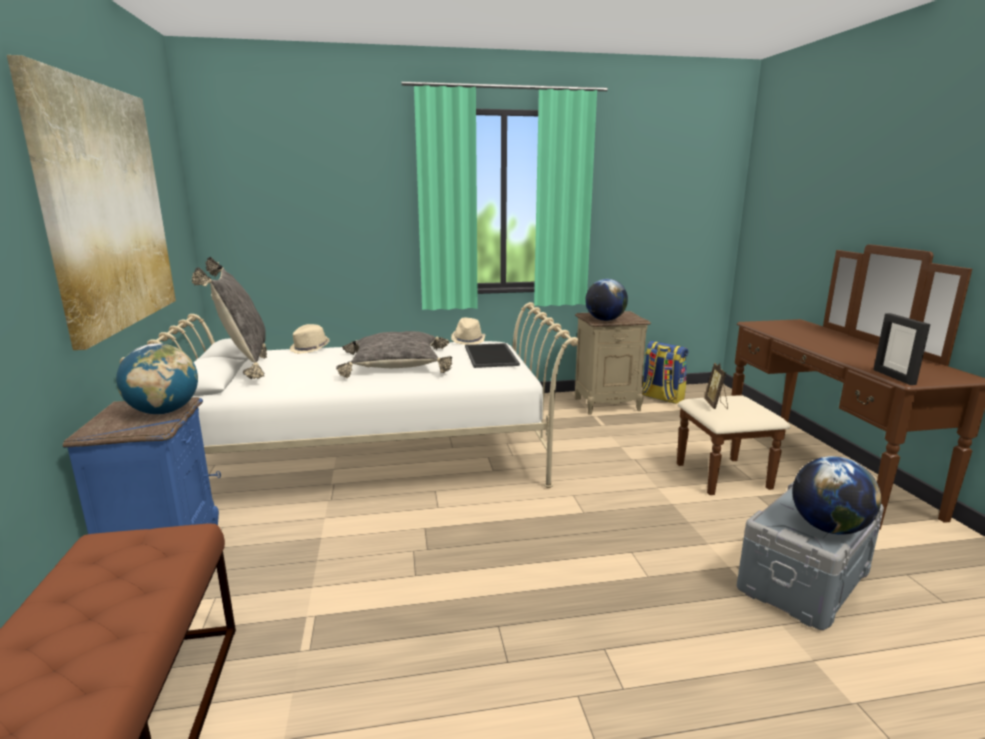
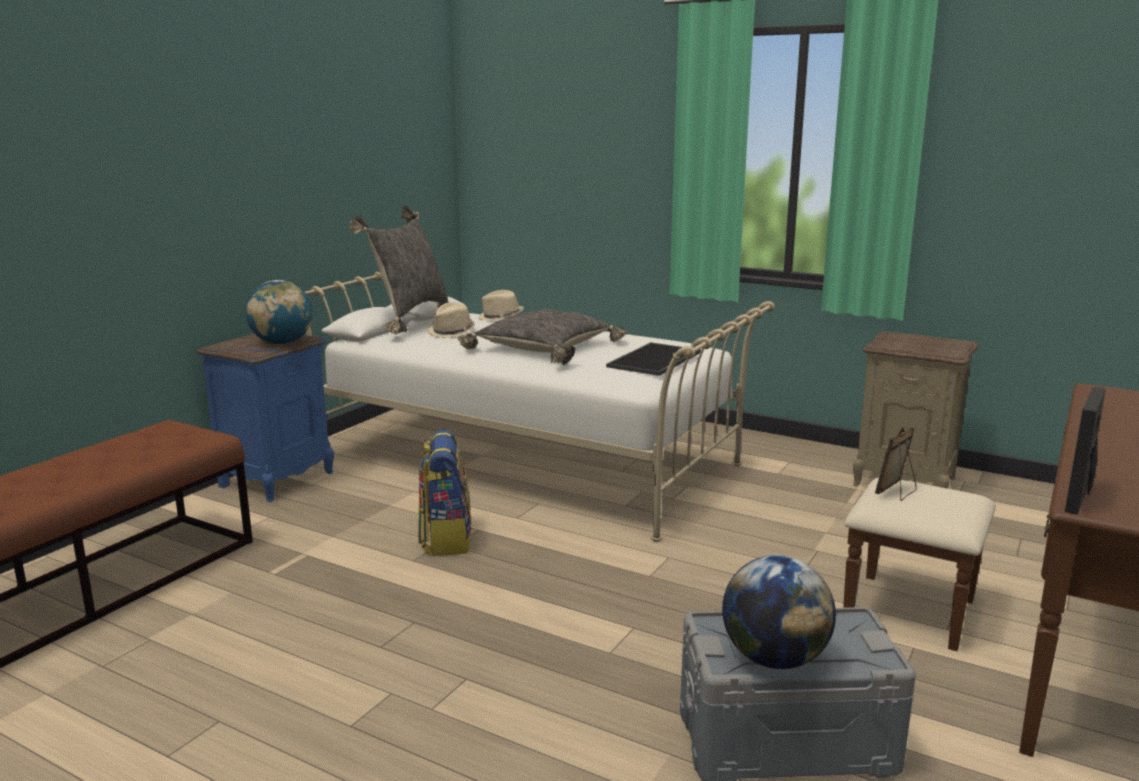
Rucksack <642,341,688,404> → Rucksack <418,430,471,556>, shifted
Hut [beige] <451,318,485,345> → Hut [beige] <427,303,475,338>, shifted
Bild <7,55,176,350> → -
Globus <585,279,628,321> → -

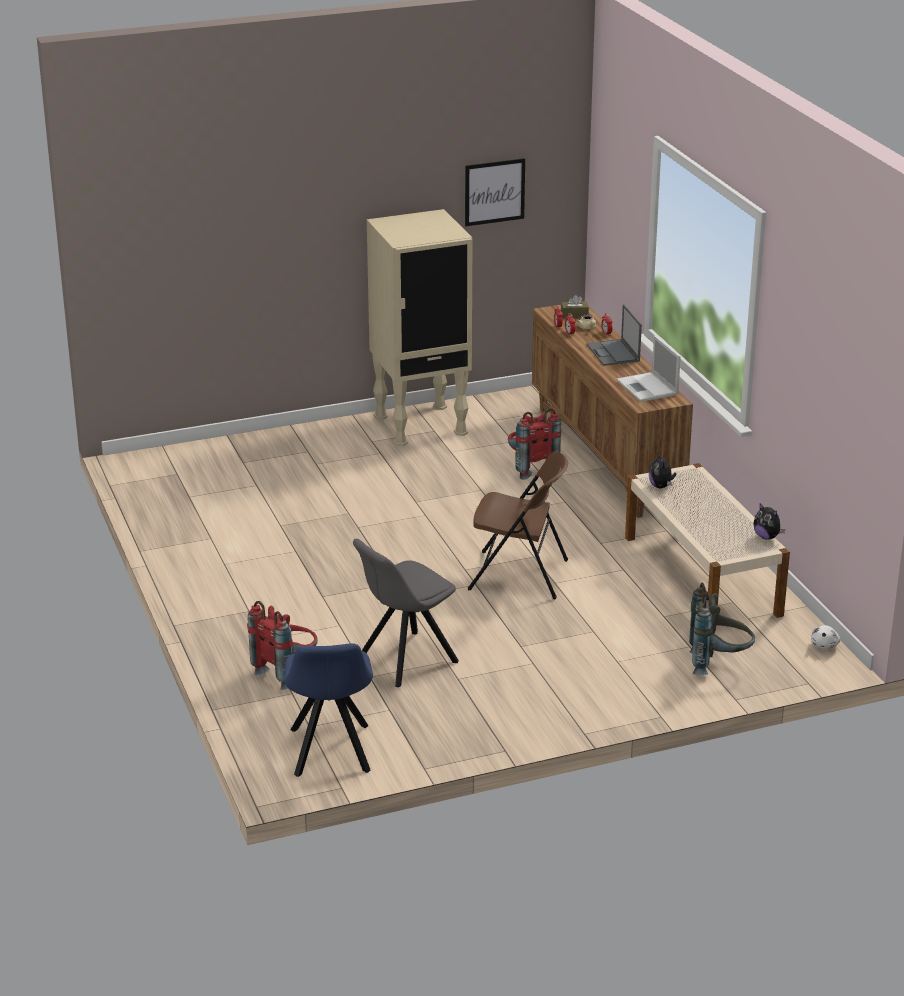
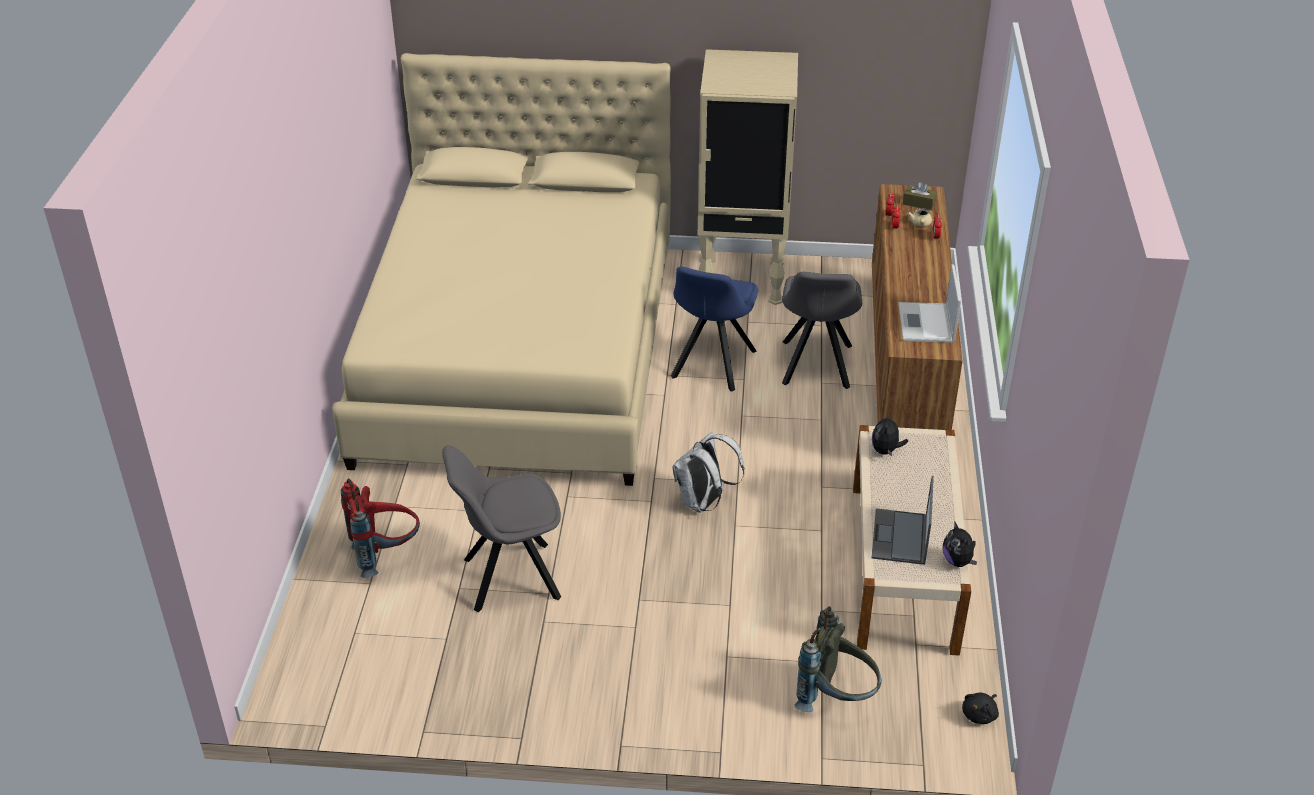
- → Bett [beige] <332,53,671,486>
Stuhl [blau] <284,643,373,777> → Stuhl [blau] <671,266,758,391>, shifted
Stuhl [braun] <468,452,568,600> → Rucksack [weiß] <673,432,744,513>
Rucksack [rot] <508,408,562,480> → Stuhl [grau] <782,272,862,389>
Laptop <587,304,642,366> → Laptop <872,476,934,565>, shifted
Plüschtier [weiß] <811,625,840,649> → Plüschtier [schwarz] <962,693,999,724>
Bild <465,158,525,226> → -

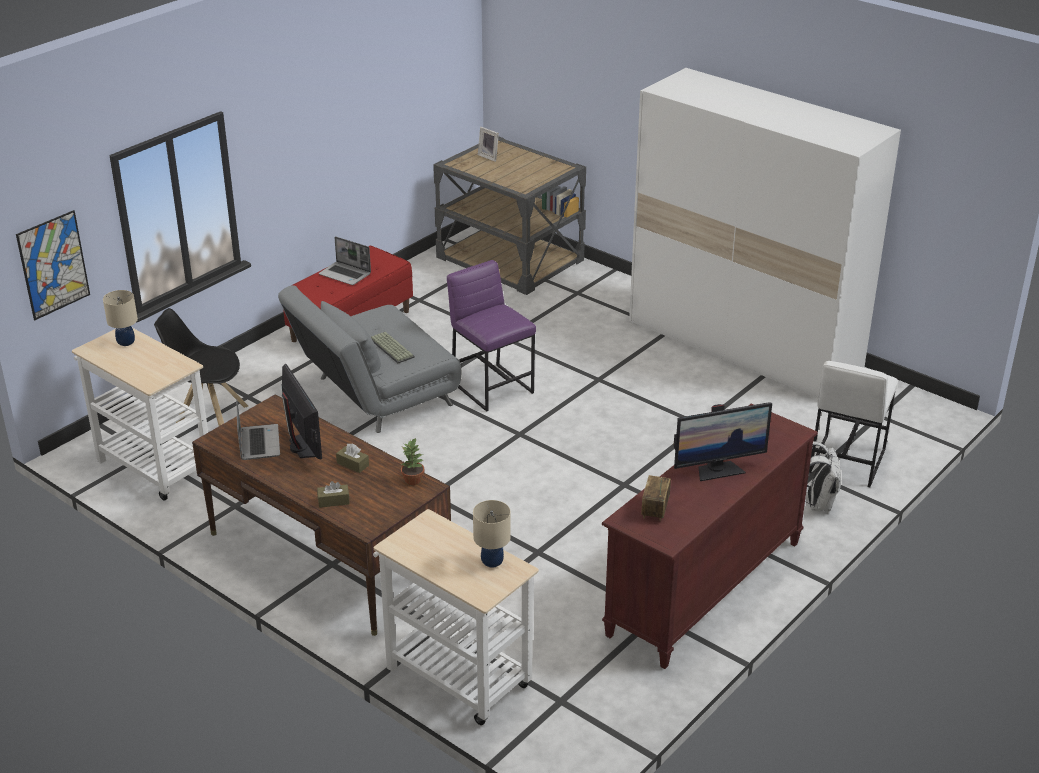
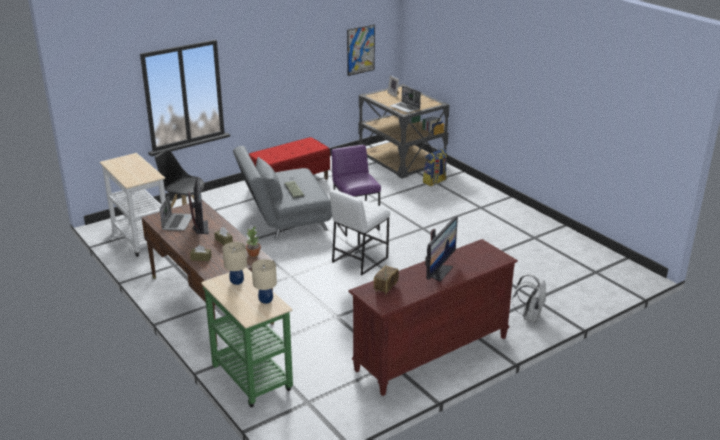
Rollwagen [weiß] <373,509,539,725> → Rollwagen [grün] <201,267,293,408>
Tischlampe [beige] <103,290,138,346> → Tischlampe [beige] <222,242,247,285>, shifted
Stuhl [weiß] <809,361,898,487> → Stuhl [weiß] <329,190,390,275>, shifted
Bild <16,210,90,320> → Bild <347,24,375,76>, shifted
Laptop <319,236,371,285> → Laptop <390,86,421,113>, shifted
- → Rucksack <423,149,447,186>
Monitor <674,402,772,481> → Monitor <425,216,458,282>, 60 degrees counterclockwise
Kleiderschrank [weiß] <629,68,901,398> → -

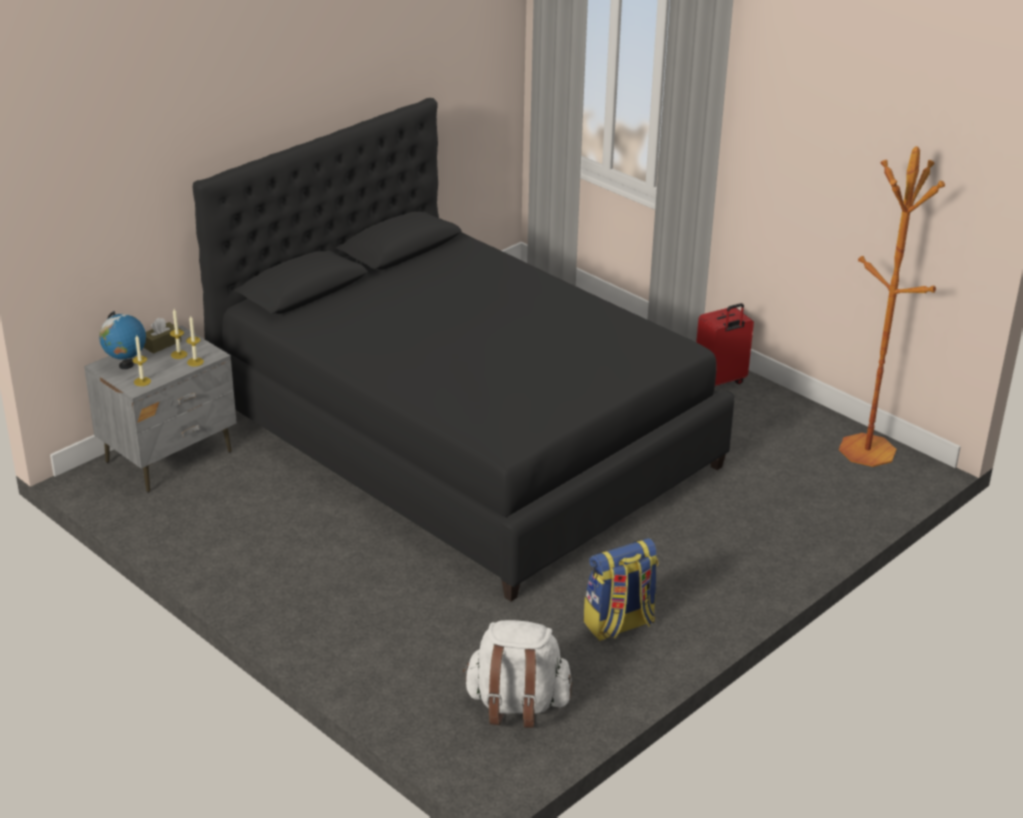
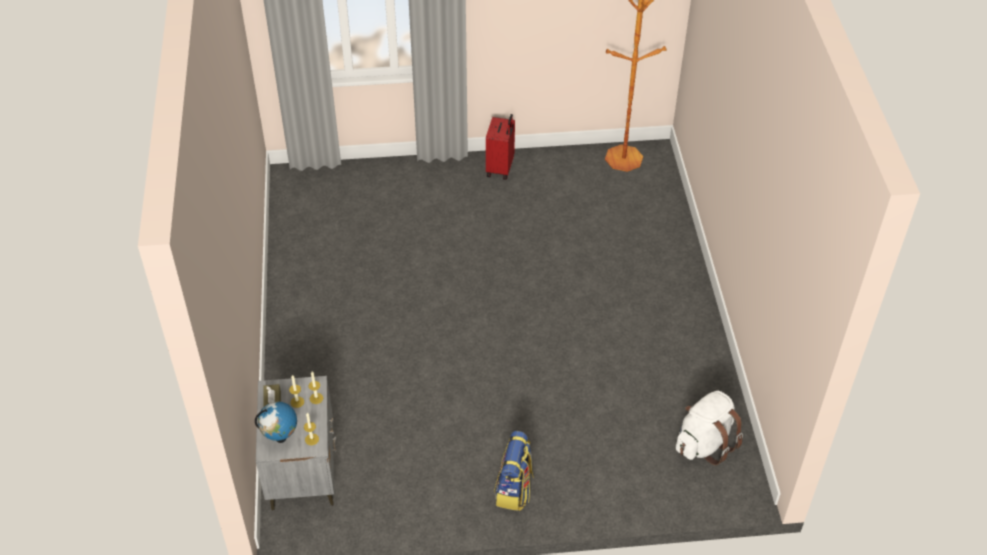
Rucksack <584,538,658,641> → Rucksack <494,431,534,511>, shifted
Bett [schwarz] <193,98,735,601> → -

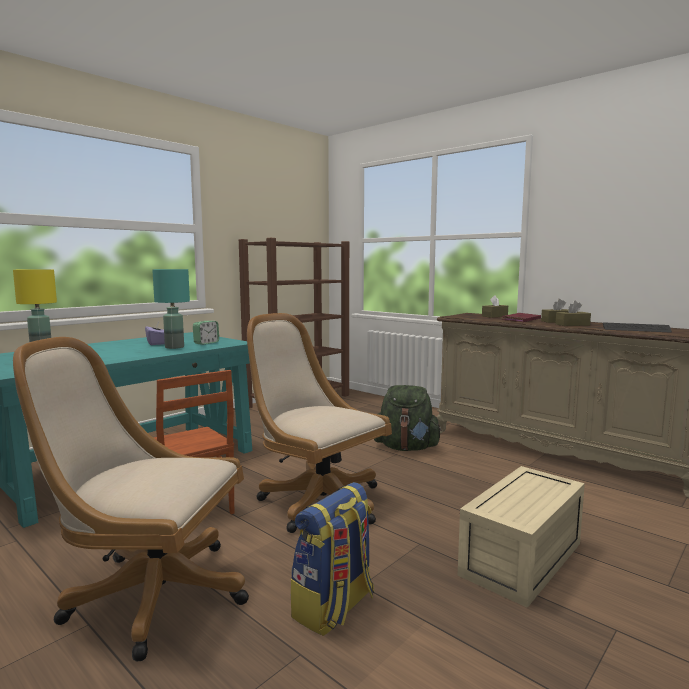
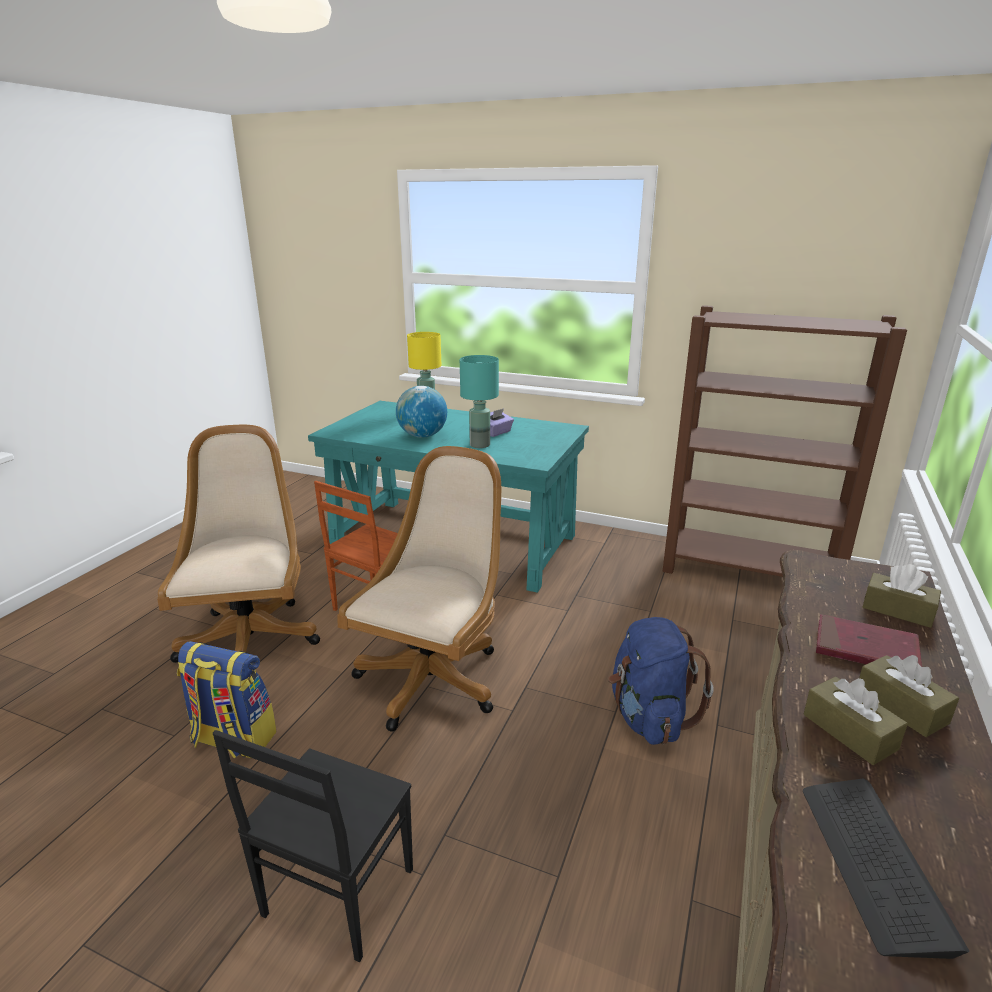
Aufbewahrungsbox [beige] <457,466,585,608> → Stuhl [schwarz] <213,730,413,962>
- → Globus <396,386,447,438>
Rucksack [grün] <374,385,442,451> → Rucksack [blau] <608,617,714,745>
Wecker <193,321,219,345> → -

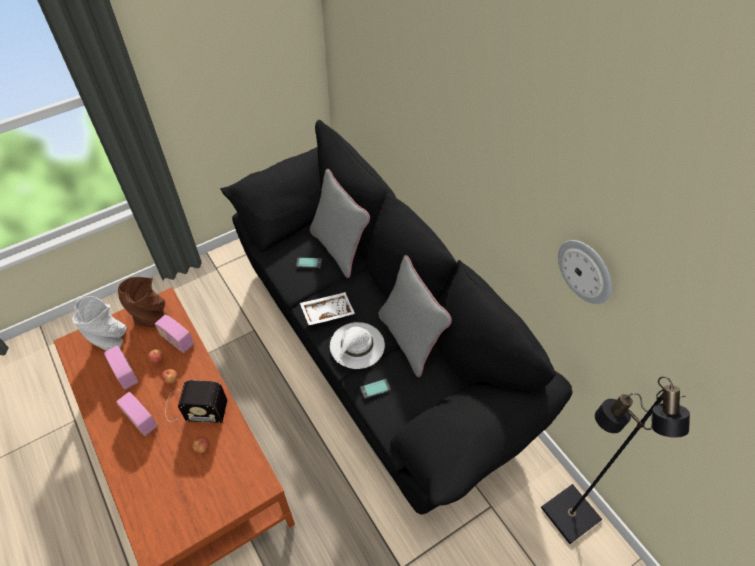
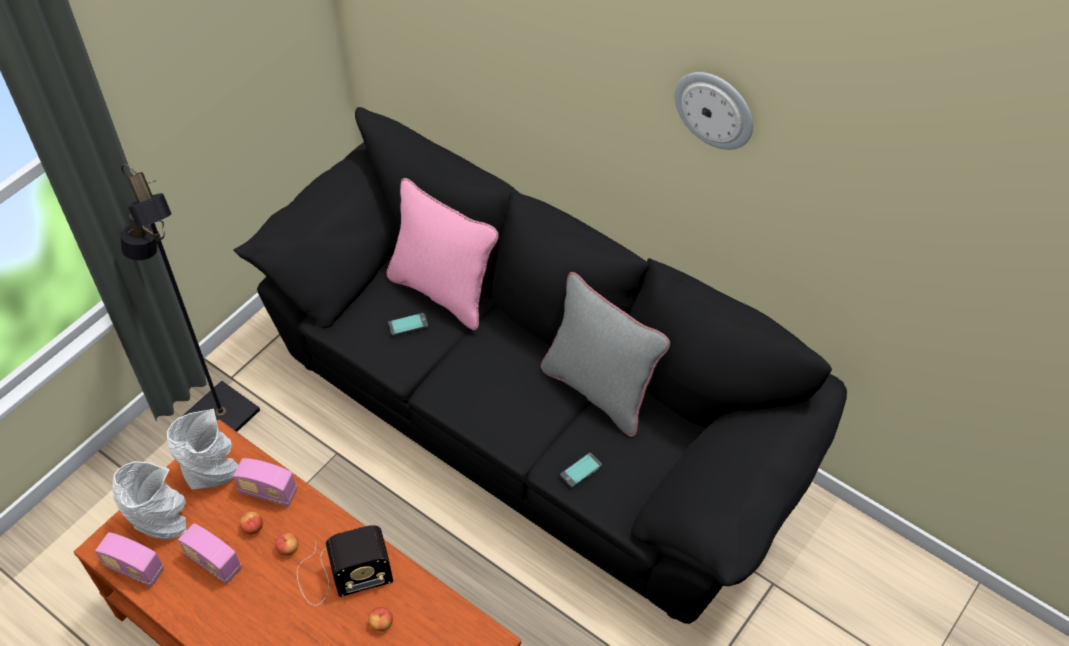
Radio <116,392,158,436> → Radio <95,532,164,587>, shifted
Stehlampe [schwarz] <541,376,690,544> → Stehlampe [schwarz] <120,164,260,432>, shifted
Vase [braun] <118,277,167,327> → Vase [grau] <167,409,238,489>
Kissen [grau] <310,169,370,278> → Kissen [rosa] <386,178,499,330>
Wanduhr <558,240,612,304> → Wanduhr <675,72,753,150>, shifted
Tablett [weiß] <300,292,355,325> → -
Hut [weiß] <330,322,385,369> → -

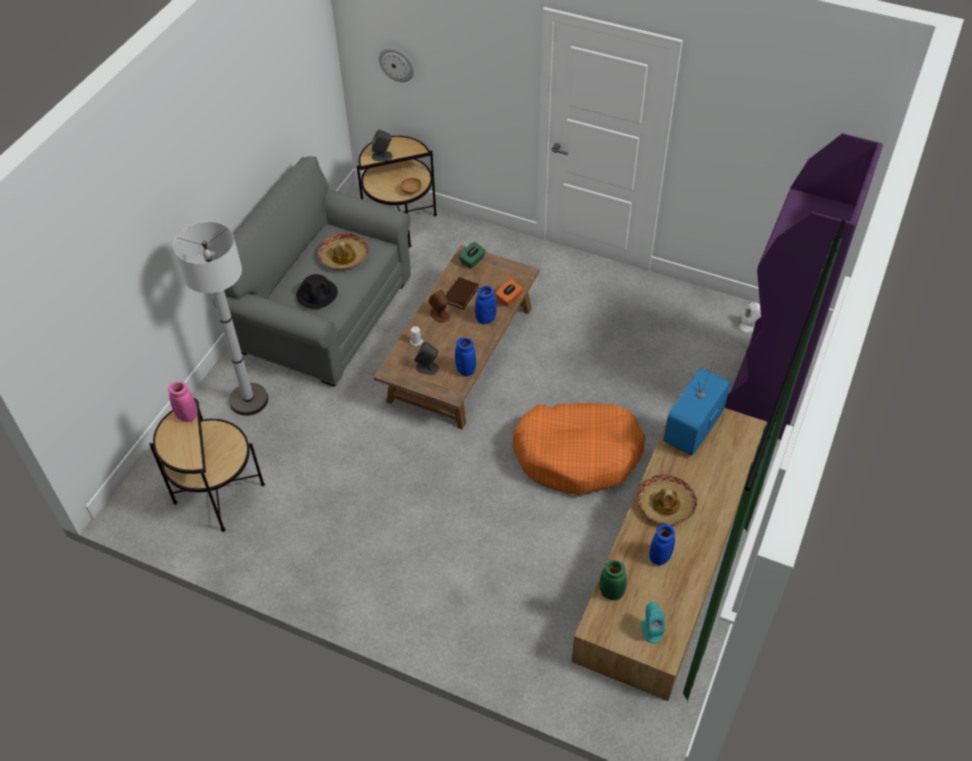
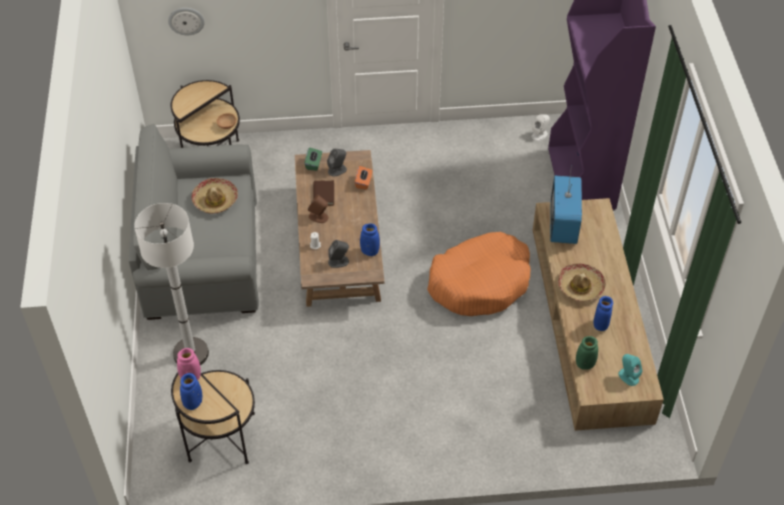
Vase [blau] <475,286,496,324> → Vase [blau] <180,373,202,410>, shifted
Lautsprecher [grau] <372,129,393,161> → Lautsprecher [grau] <327,149,347,177>, shifted
Hut [schwarz] <296,274,338,309> → -

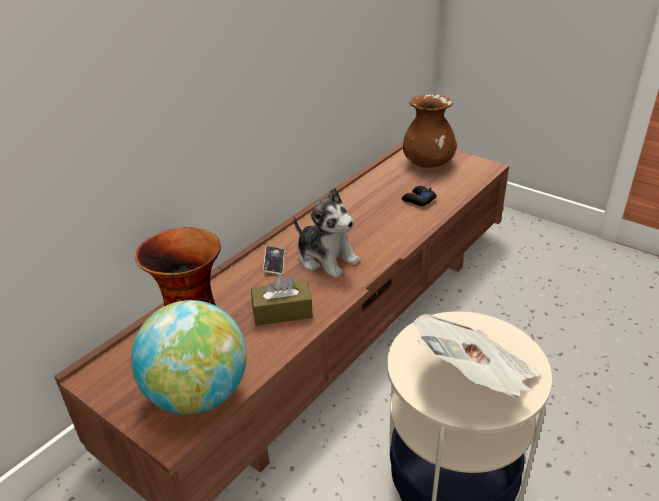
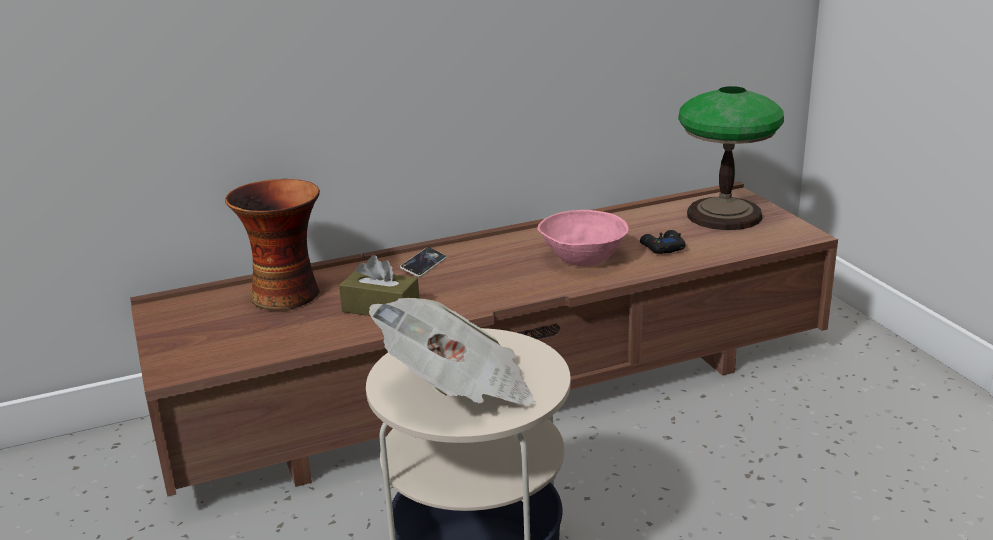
- → Schüssel [rosa] <537,210,629,266>
Vase [braun] <403,94,457,168> → Tischlampe <678,86,784,230>
Globus <131,300,247,415> → -
Plüschtier <294,188,360,278> → -

